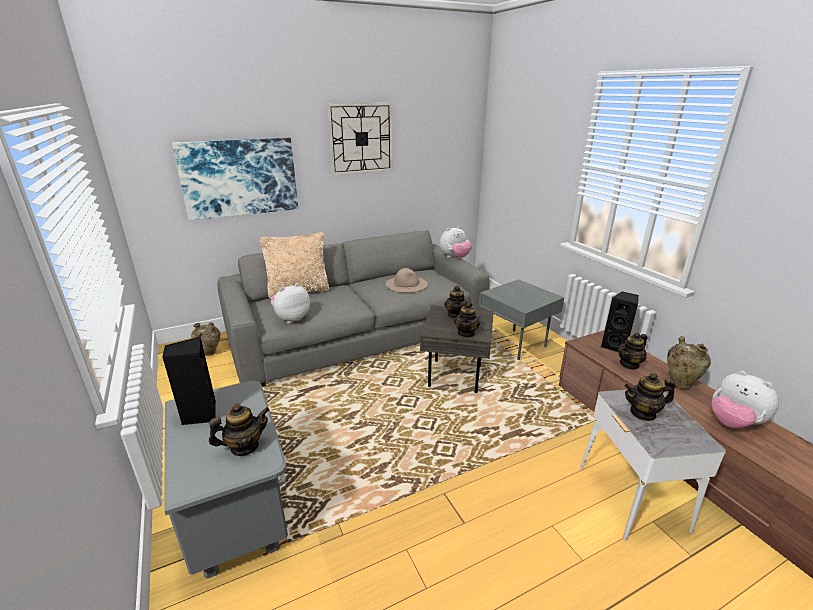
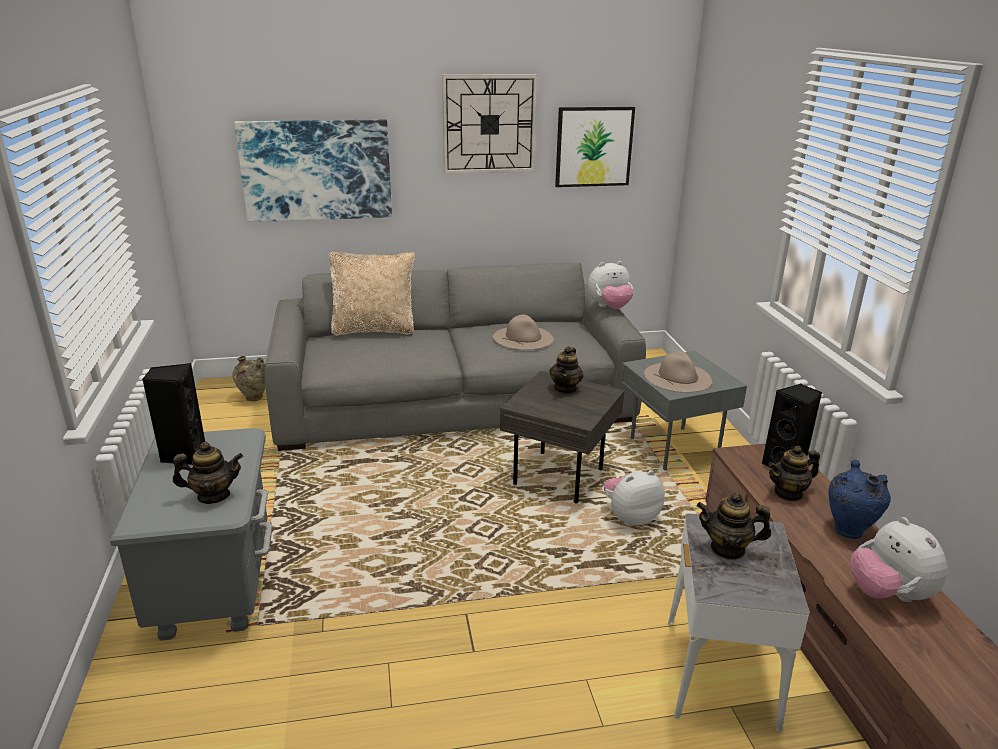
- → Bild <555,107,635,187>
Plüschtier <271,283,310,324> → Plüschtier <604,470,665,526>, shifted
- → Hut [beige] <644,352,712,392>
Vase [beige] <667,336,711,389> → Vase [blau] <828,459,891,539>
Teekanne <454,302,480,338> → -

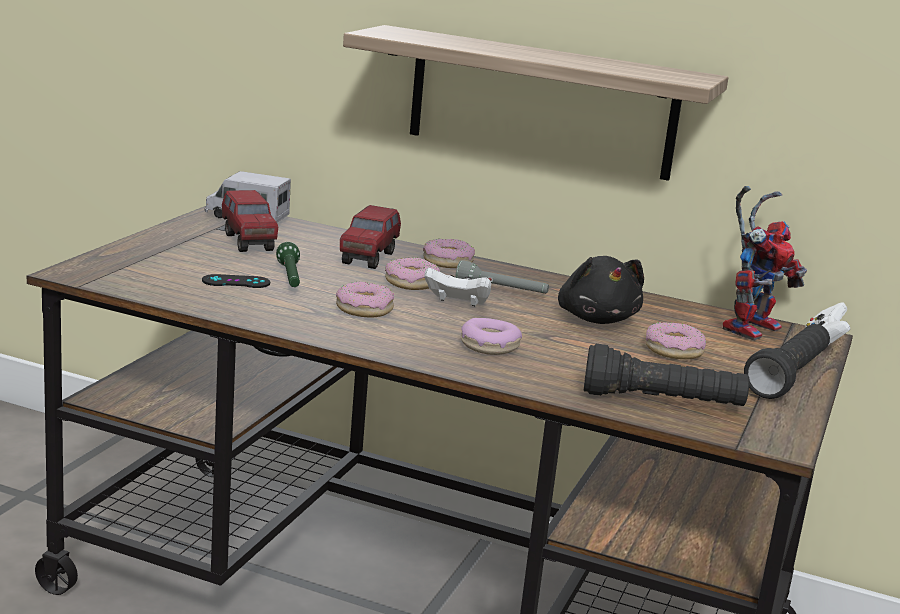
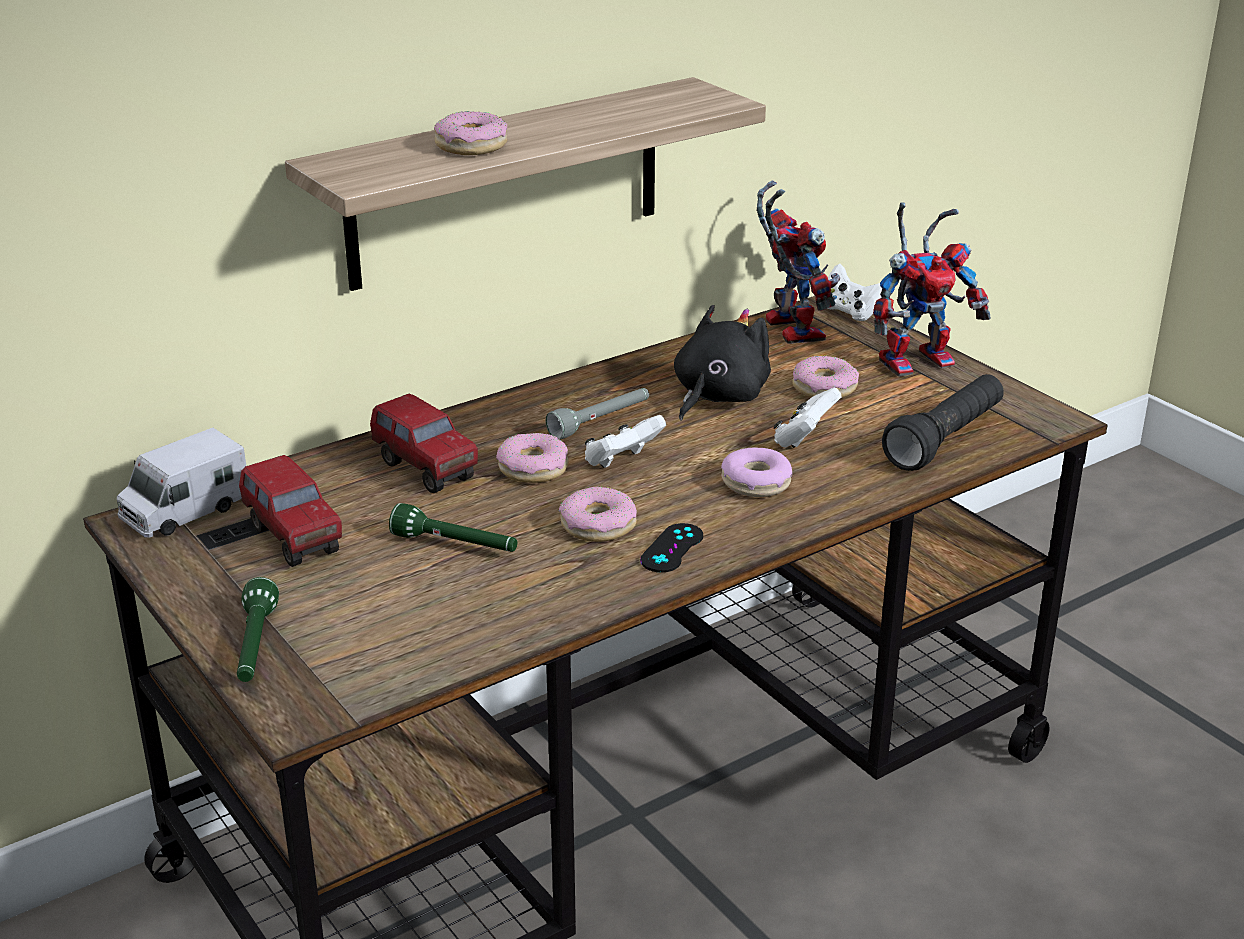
- → Taschenlampe [grün] <237,577,279,682>
Spielzeuglaster <222,190,278,252> → Spielzeuglaster <239,455,342,567>, 45 degrees clockwise
Donut <423,239,475,268> → Donut <434,111,507,155>, shifted
Gamepad [schwarz] <202,274,270,288> → Gamepad [schwarz] <640,523,703,572>, shifted
Plüschtier [schwarz] <558,256,644,324> → Plüschtier [schwarz] <674,305,771,420>, 75 degrees counterclockwise
- → Gamepad [weiß] <774,388,842,448>
Taschenlampe [schwarz] <744,324,830,399> → Spielzeugroboter <873,202,991,377>

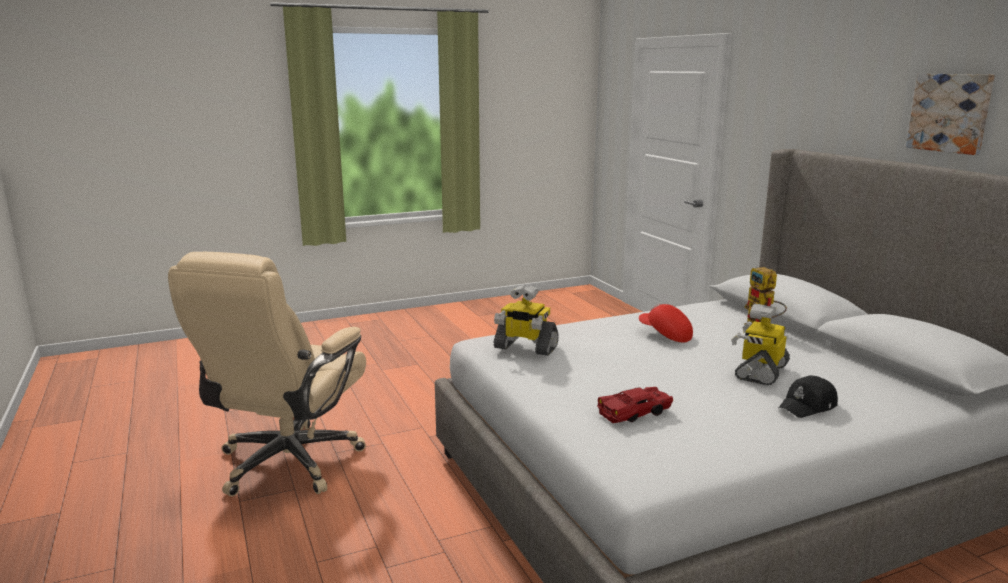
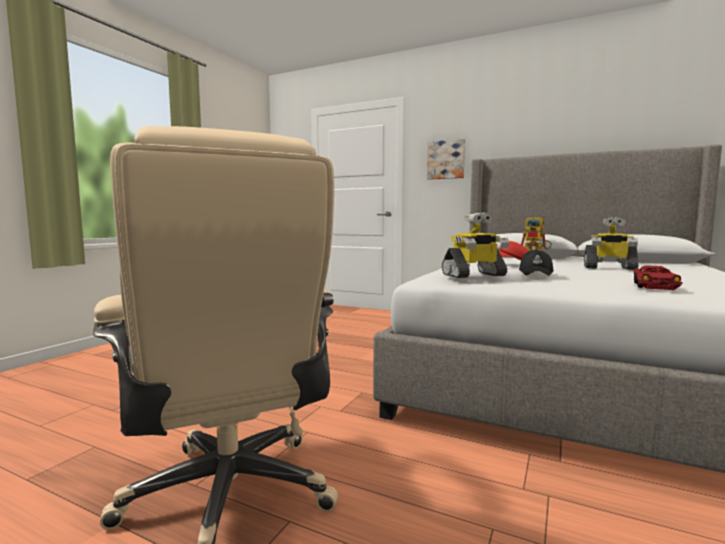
Bild <906,74,995,155> → Bild <427,139,465,180>, shifted
Kappe [schwarz] <778,375,838,418> → Kappe [schwarz] <519,249,554,276>, shifted
Spielzeugroboter <731,304,790,385> → Spielzeugroboter <584,217,639,270>, 60 degrees counterclockwise

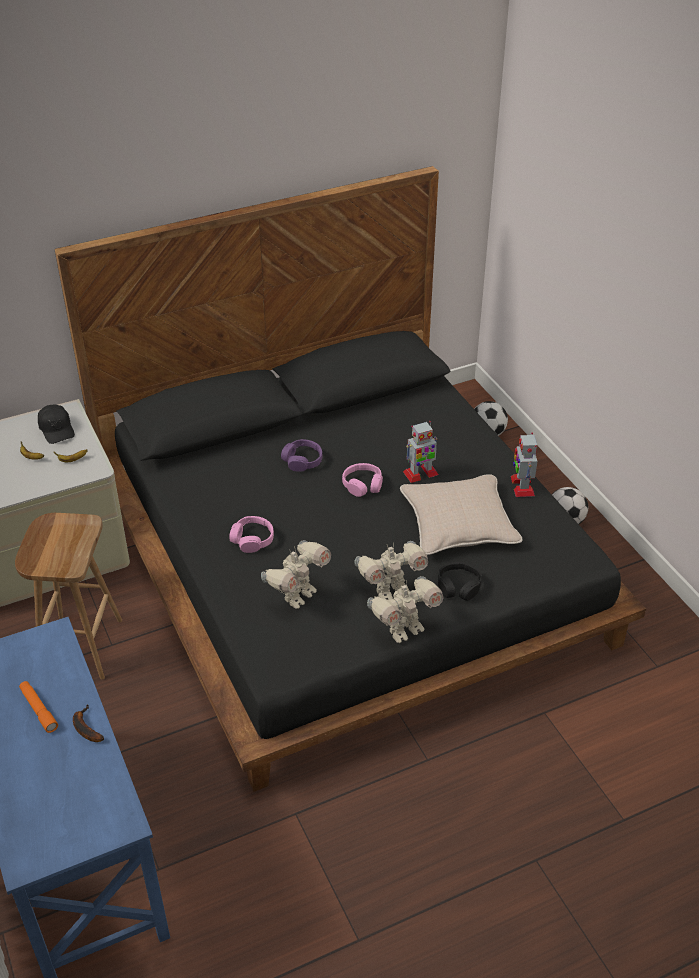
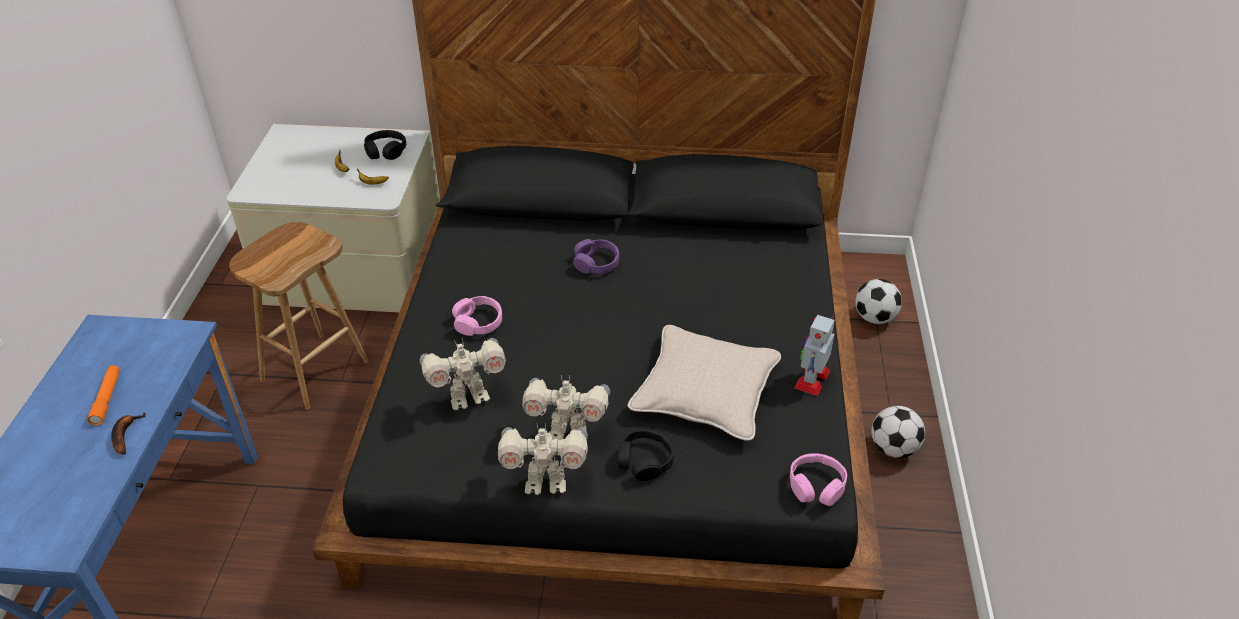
Kappe [schwarz] <38,405,75,444> → Kopfhörer [schwarz] <364,130,406,160>
Kopfhörer [rosa] <342,463,383,497> → Kopfhörer [rosa] <790,453,847,506>, shifted
Spielzeugroboter <403,421,439,483> → -

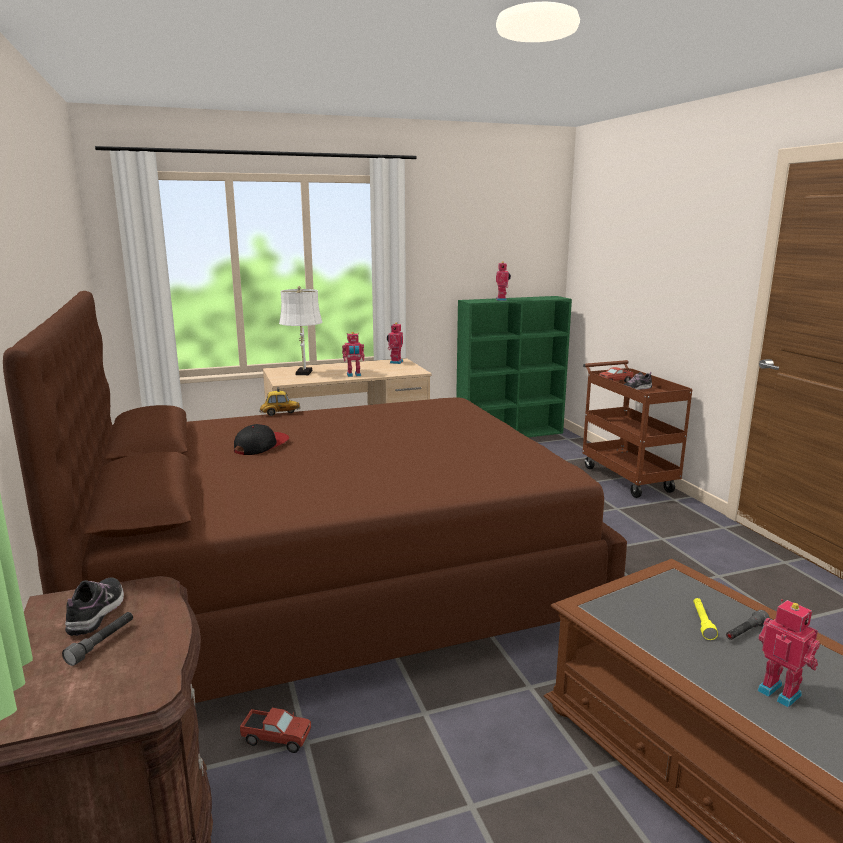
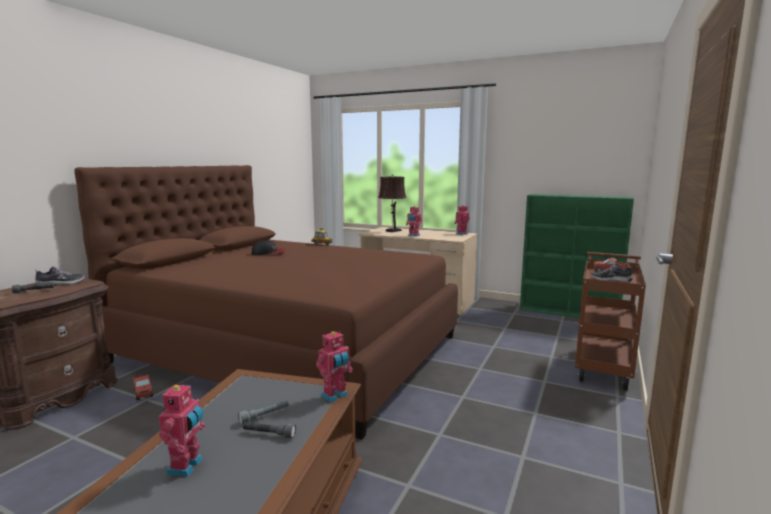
Taschenlampe [gelb] <694,598,718,640> → Taschenlampe [grau] <238,400,289,425>
Spielzeugroboter <496,261,511,301> → Spielzeugroboter <316,331,353,403>, shifted
Tischlampe [weiß] <279,286,322,375> → Tischlampe [braun] <378,174,406,232>

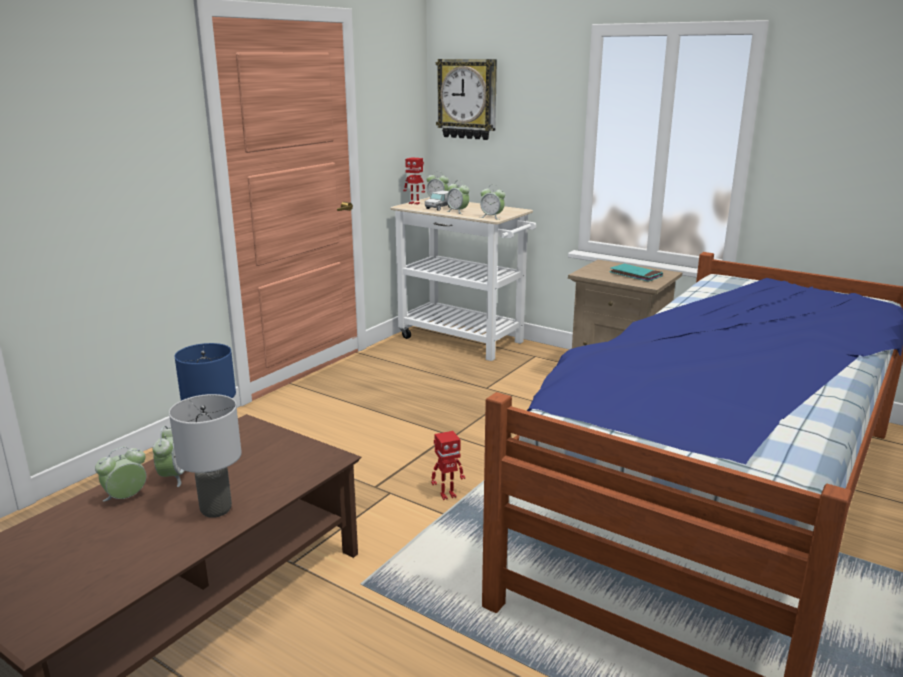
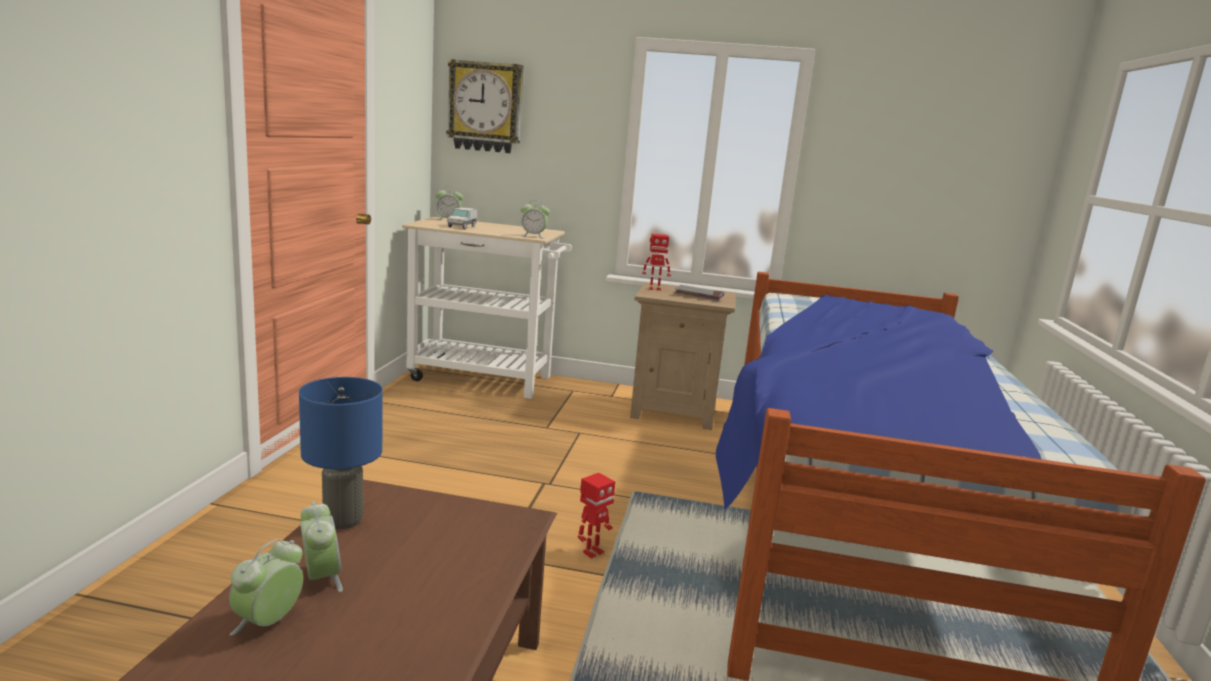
Spielzeugroboter <403,157,425,205> → Spielzeugroboter <642,234,671,291>, shifted
Buch [türkis] <609,264,663,282> → Buch [grau] <674,285,725,301>
Tischlampe [weiß] <169,394,242,518> → -
Wecker <446,180,469,214> → -

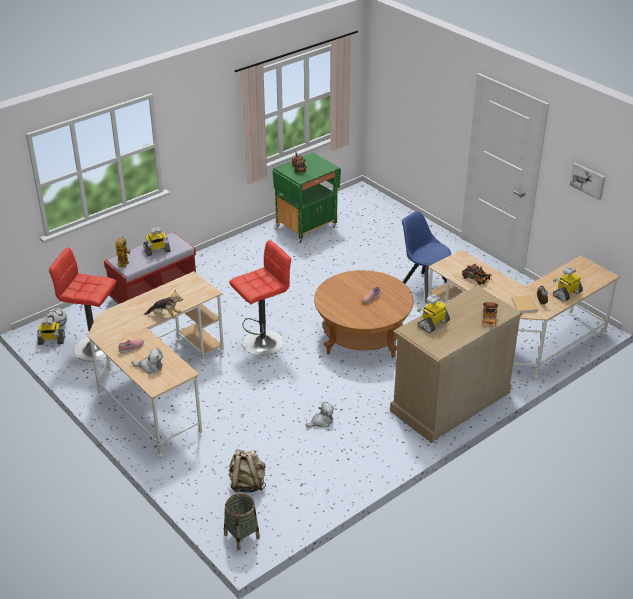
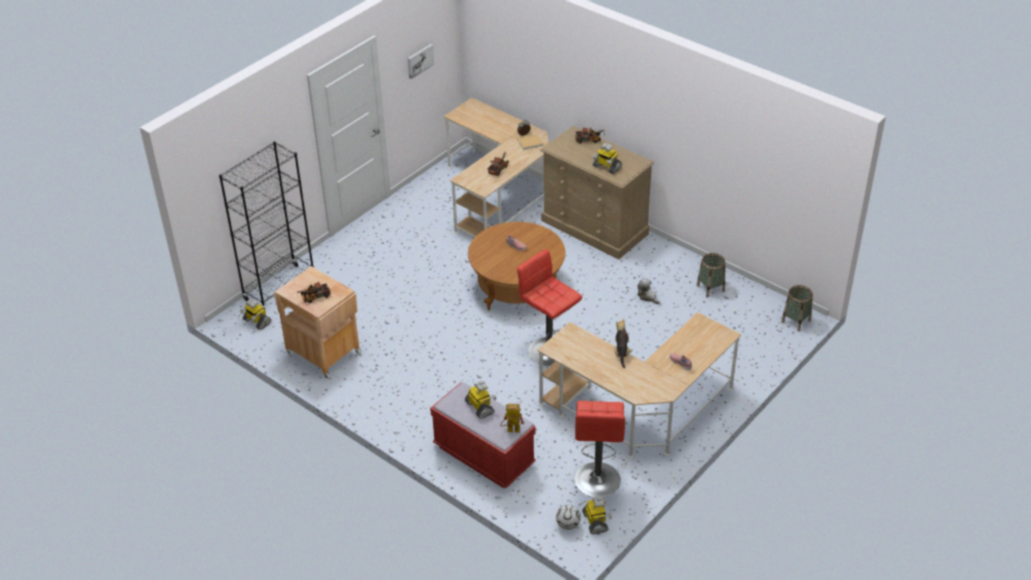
- → Bücherregal [schwarz] <219,141,314,309>
Spielzeugroboter <553,266,583,302> → Spielzeugroboter <240,299,271,330>, shifted
Rollwagen [grün] <272,153,341,244> → Rollwagen [braun] <274,266,362,379>
- → Korb <697,253,725,298>
Plüschtier <131,348,163,374> → -
Rucksack [beige] <229,449,266,493> → -
Stuhl [blau] <402,211,451,304> → -

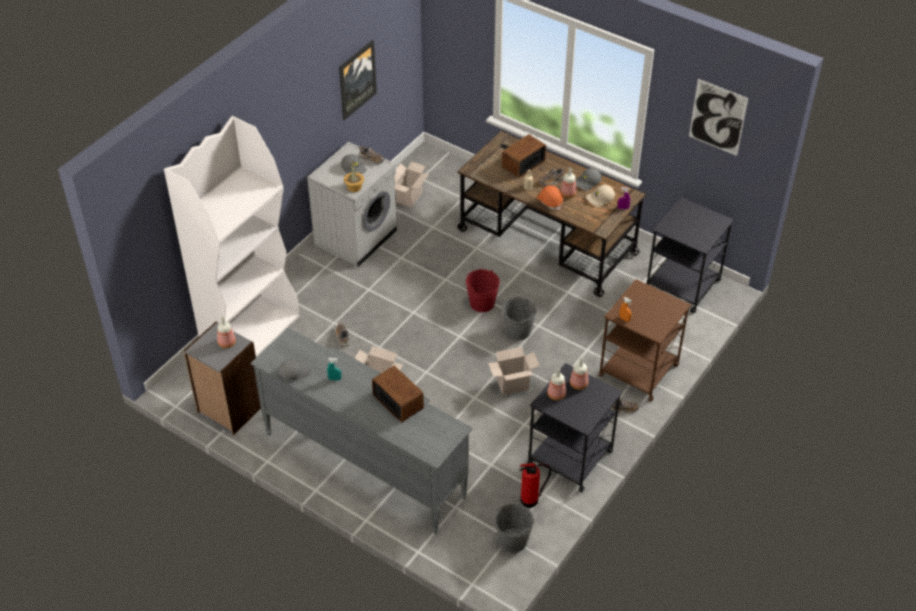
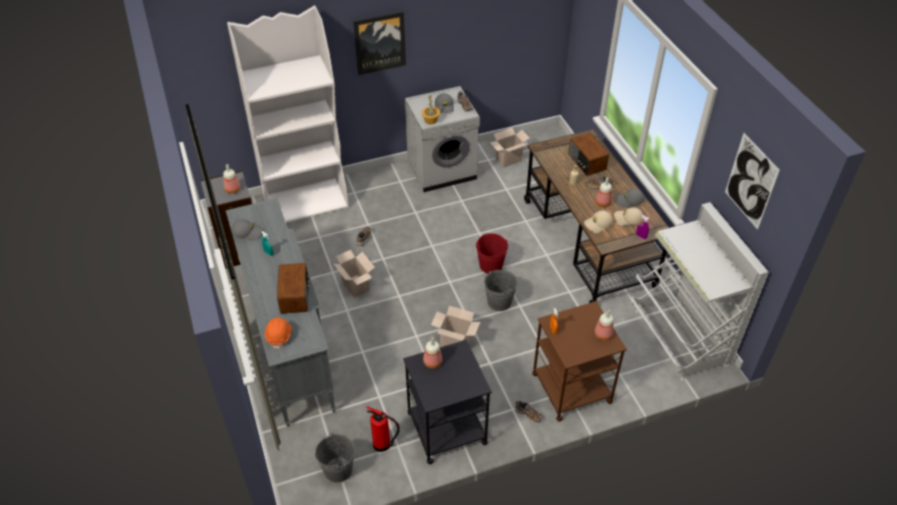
Schutzhelm [orange] <536,185,563,210> → Schutzhelm [orange] <265,317,291,350>, shifted
Bild <339,40,377,120> → Bild <353,11,406,75>, shifted
Radio <502,134,546,178> → Radio <568,133,609,176>, 105 degrees counterclockwise
- → Kappe [beige] <584,210,613,233>
Flasche <570,358,588,390> → Flasche <594,309,613,340>, shifted
Rollwagen [schwarz] <647,197,734,313> → Schuhregal [weiß] <631,202,768,381>

